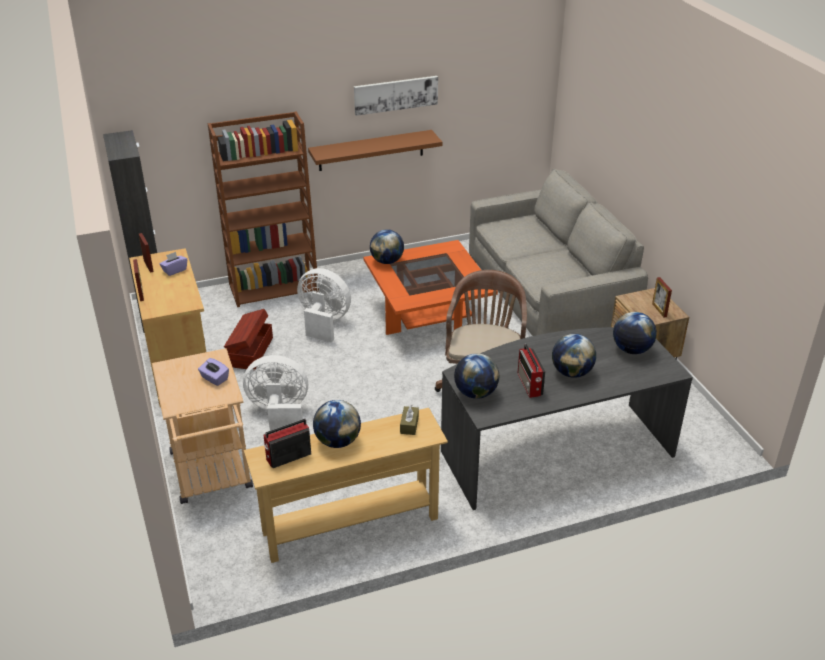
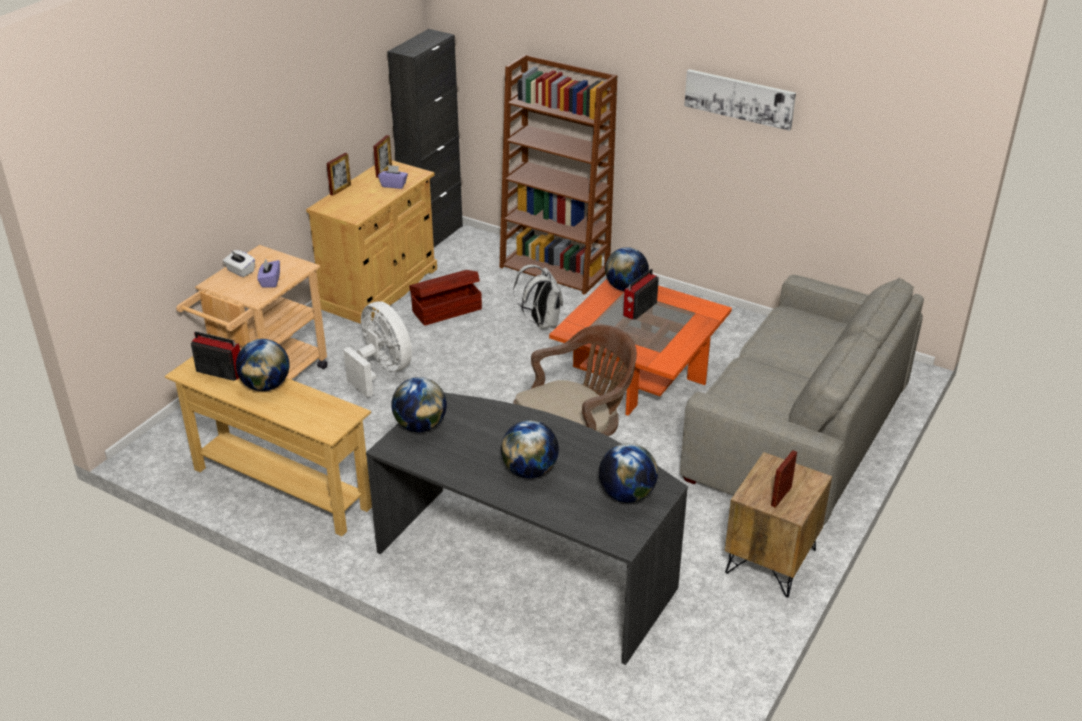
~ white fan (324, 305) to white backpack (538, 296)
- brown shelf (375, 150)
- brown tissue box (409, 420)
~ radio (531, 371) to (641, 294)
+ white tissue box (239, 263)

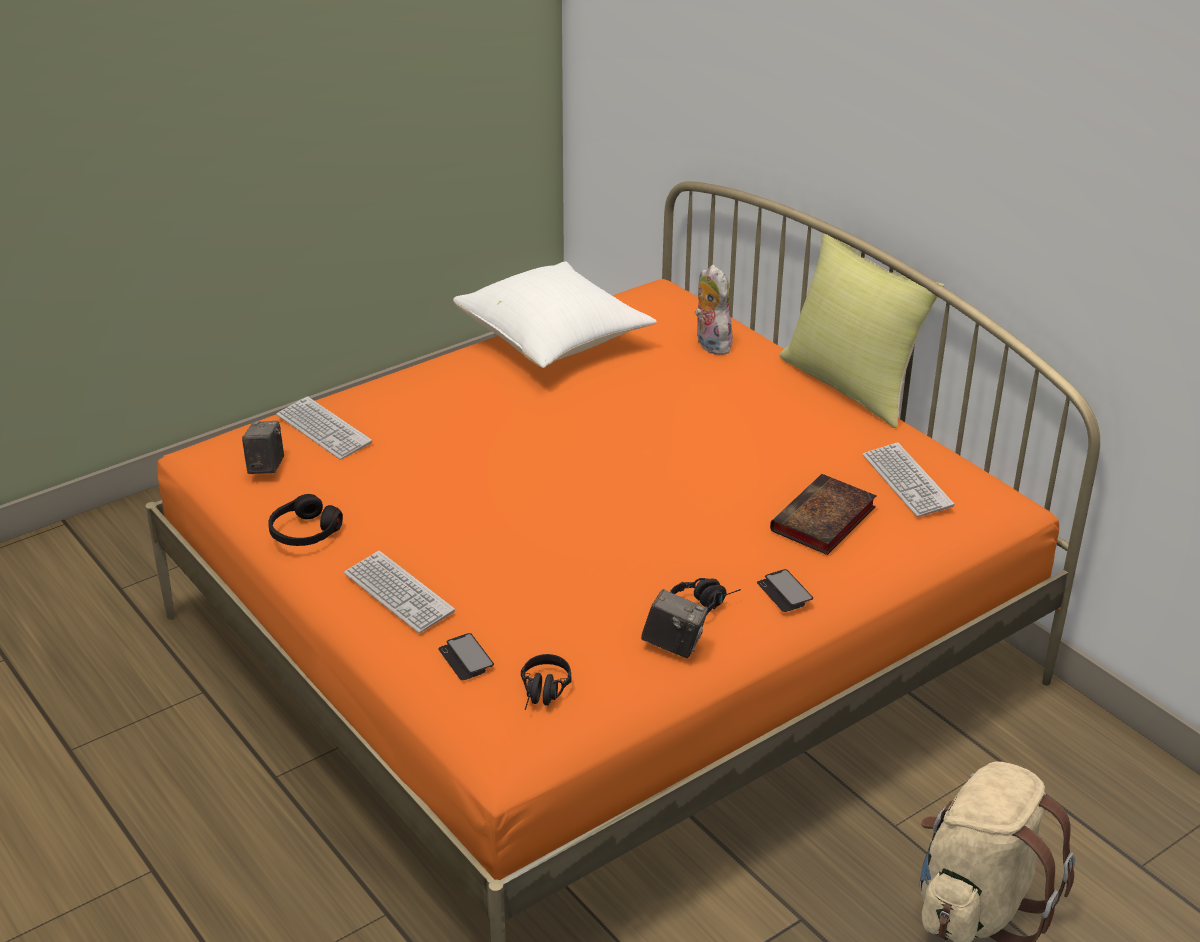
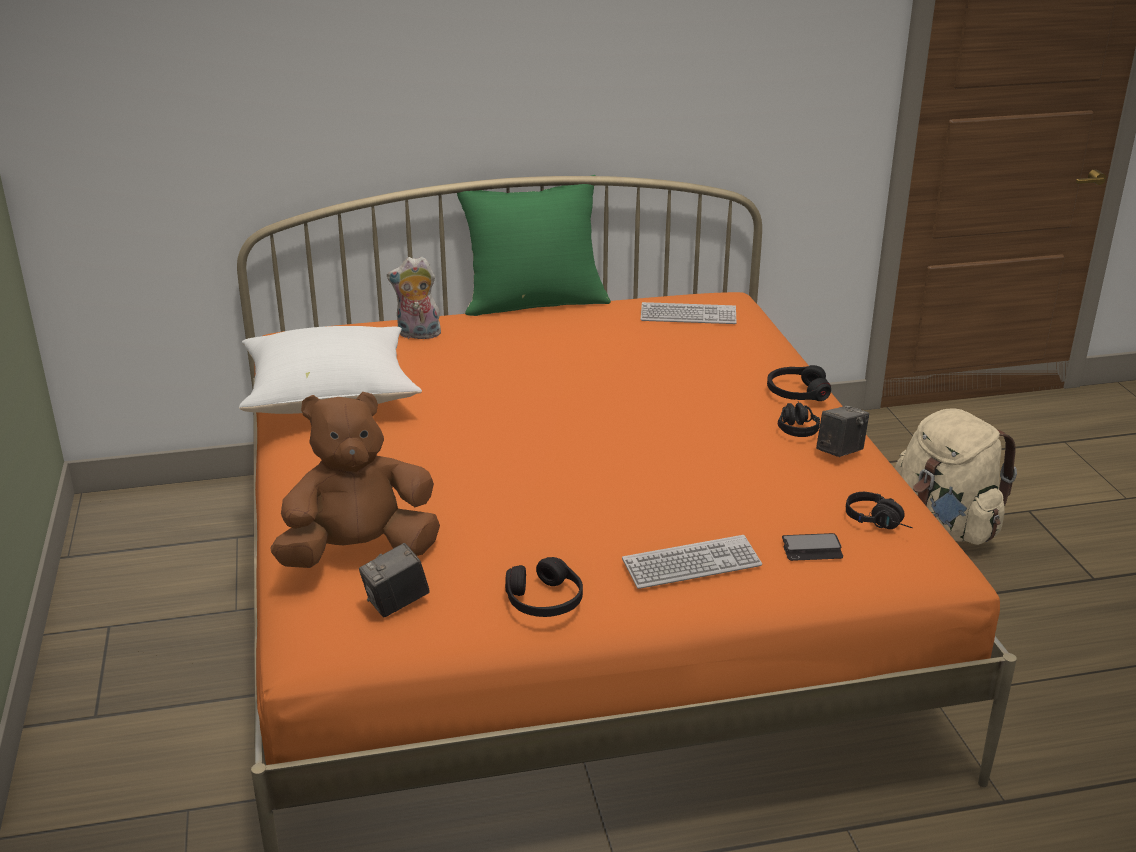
~ photo camera (263, 447) = (394, 580) 60 degrees counterclockwise
~ keyboard (324, 428) to brown plush toy (355, 480)
~ phone (785, 590) to black headphones (799, 383)
- book (823, 514)
~ yellow pillow (862, 330) to green pillow (534, 245)

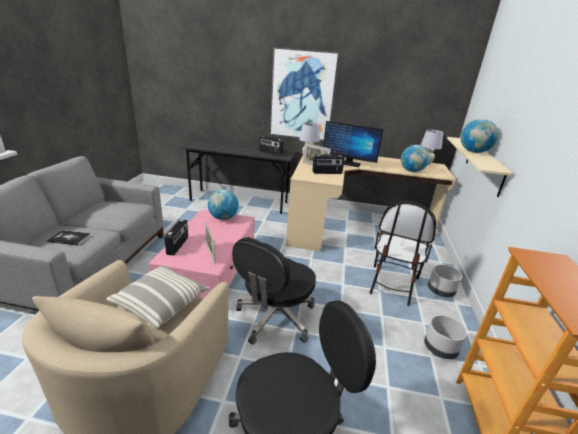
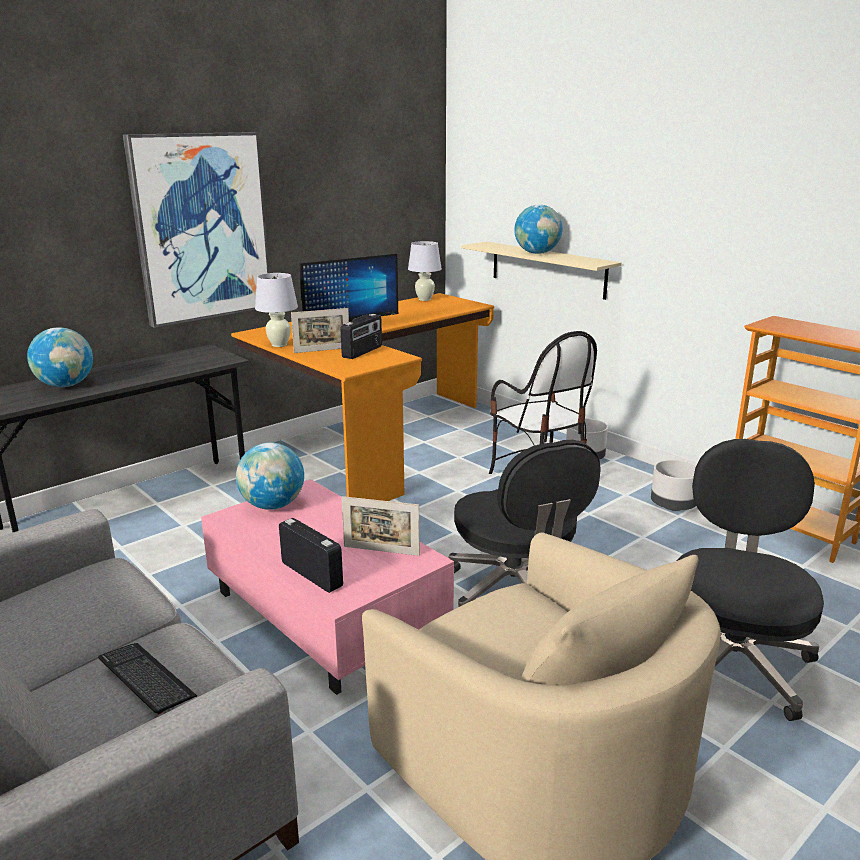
~ book (69, 238) to keyboard (147, 679)
- pillow (158, 296)
- radio (271, 146)
~ beige desk (371, 204) to orange desk (362, 397)
~ globe (415, 158) to (60, 357)

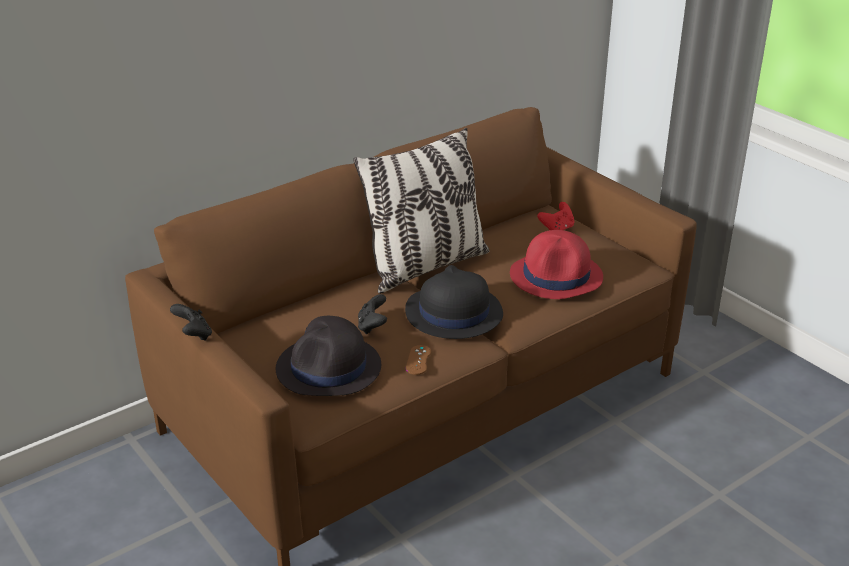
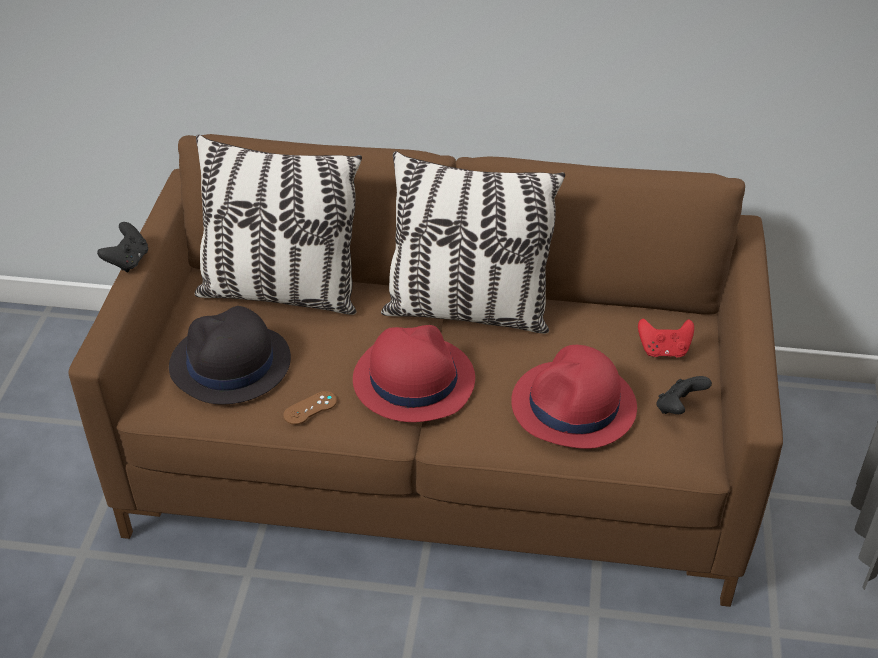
~ black game controller (372, 314) to (684, 395)
~ black hat (454, 302) to red hat (414, 373)
+ pillow (278, 225)

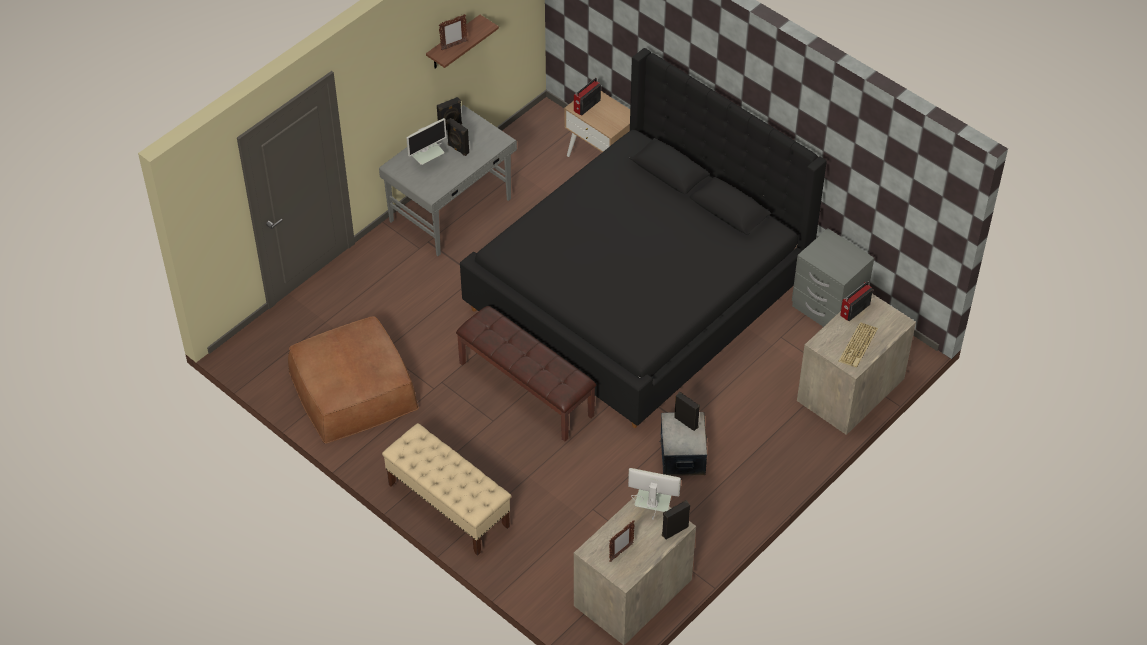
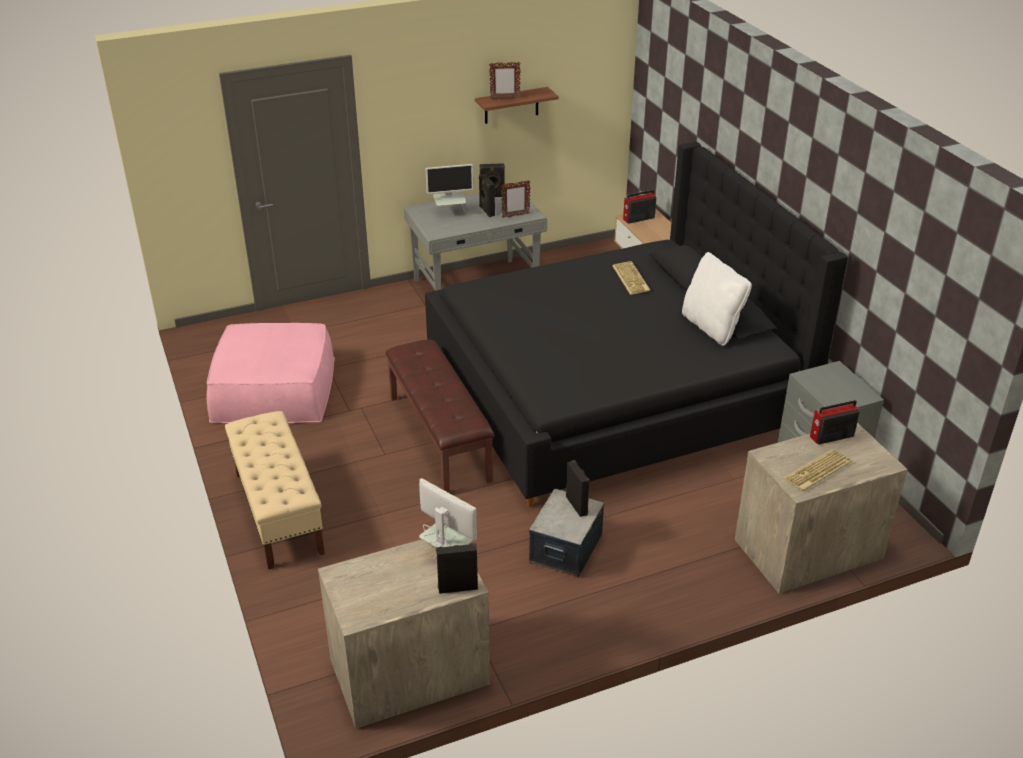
~ brown ottoman (353, 380) to pink ottoman (271, 373)
~ picture frame (622, 541) to (516, 199)
+ keyboard (631, 278)
+ white pillow (717, 299)

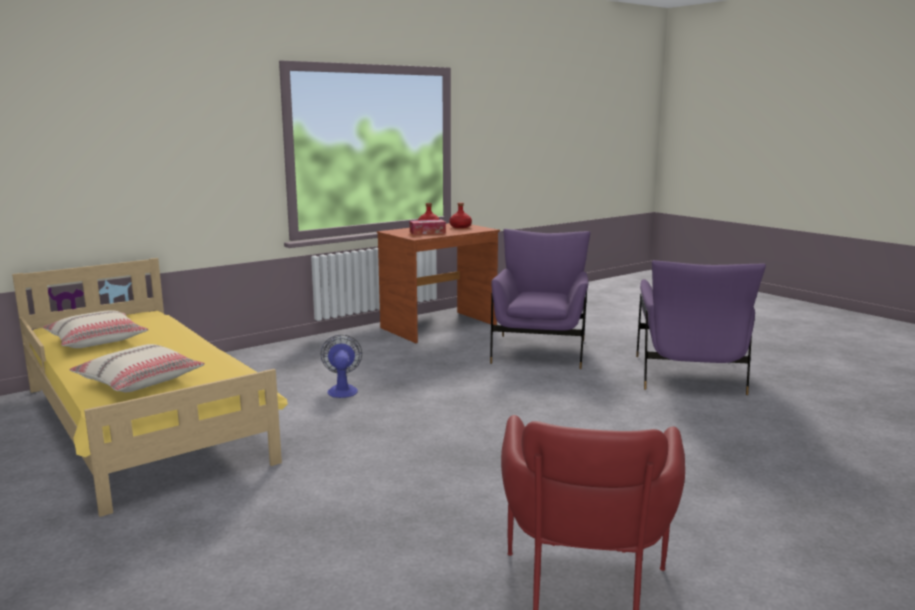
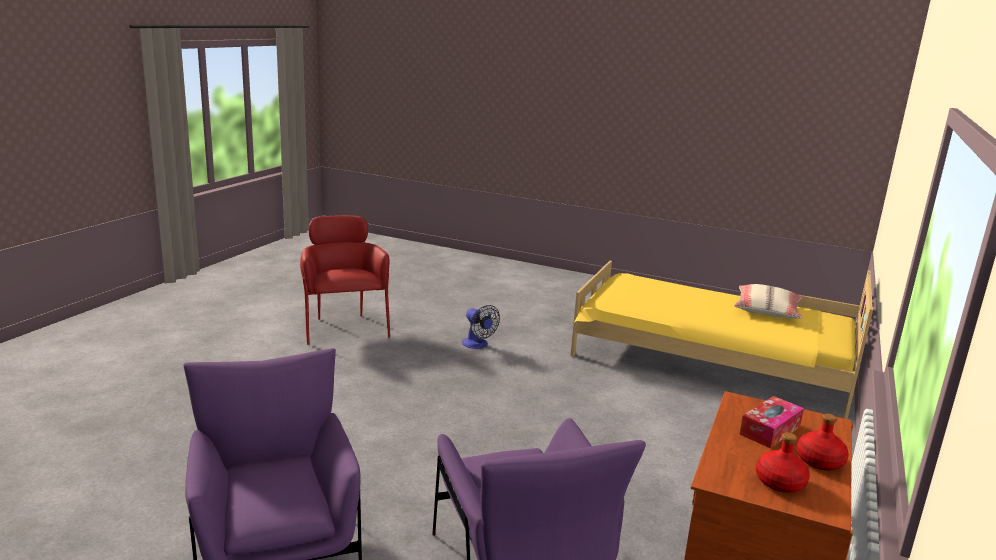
- beige pillow (137, 368)
~ fan (341, 366) to (481, 327)

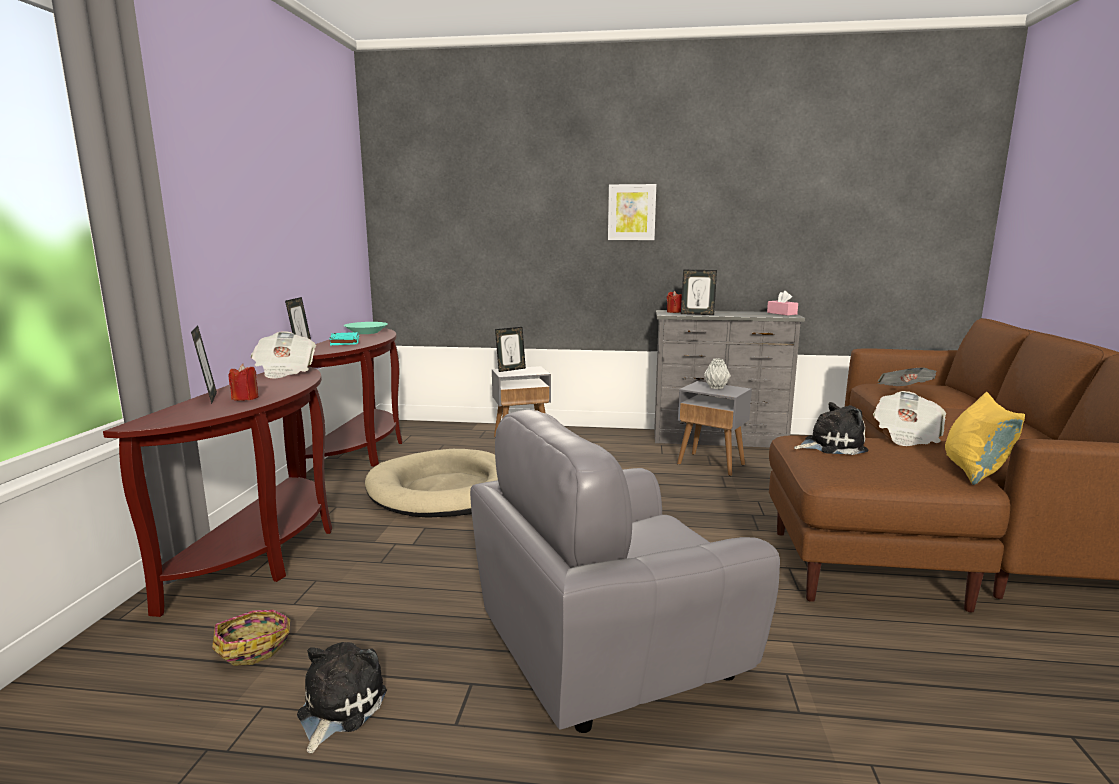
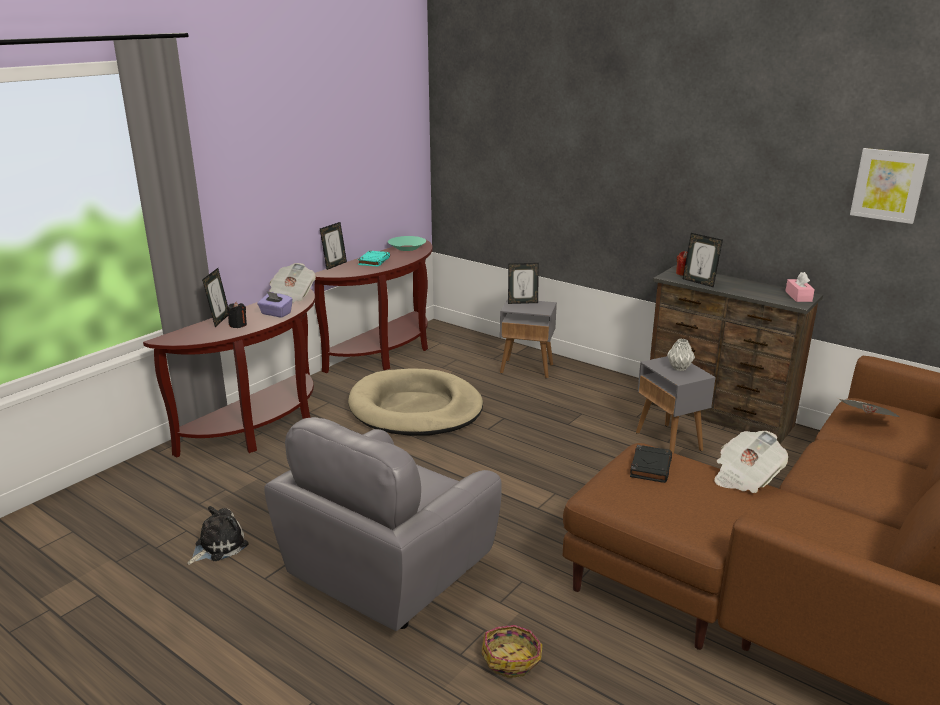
~ basket (251, 638) to (512, 651)
~ red candle (244, 382) to black candle (237, 315)
~ grey armchair (625, 571) = (383, 524) 60 degrees counterclockwise
~ picture (632, 212) to (889, 186)
~ grey dresser (729, 379) to brown dresser (736, 355)
~ plush toy (831, 428) to black book (651, 464)
- yellow pillow (985, 438)
+ purple tissue box (275, 304)

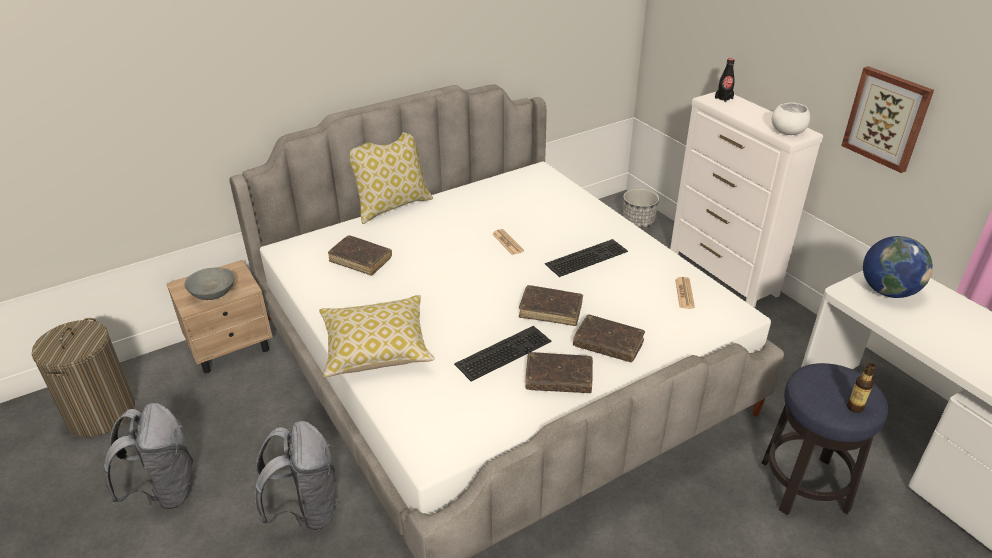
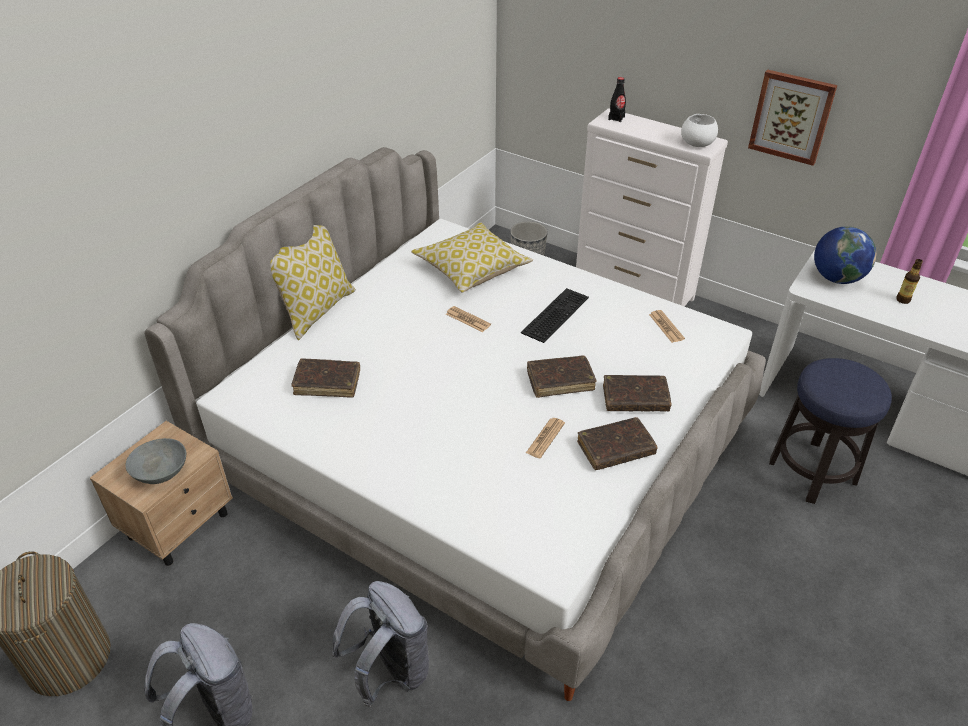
~ pillow (377, 336) to (472, 257)
~ keyboard (502, 353) to newspaper (545, 438)
~ bottle (861, 388) to (909, 281)

